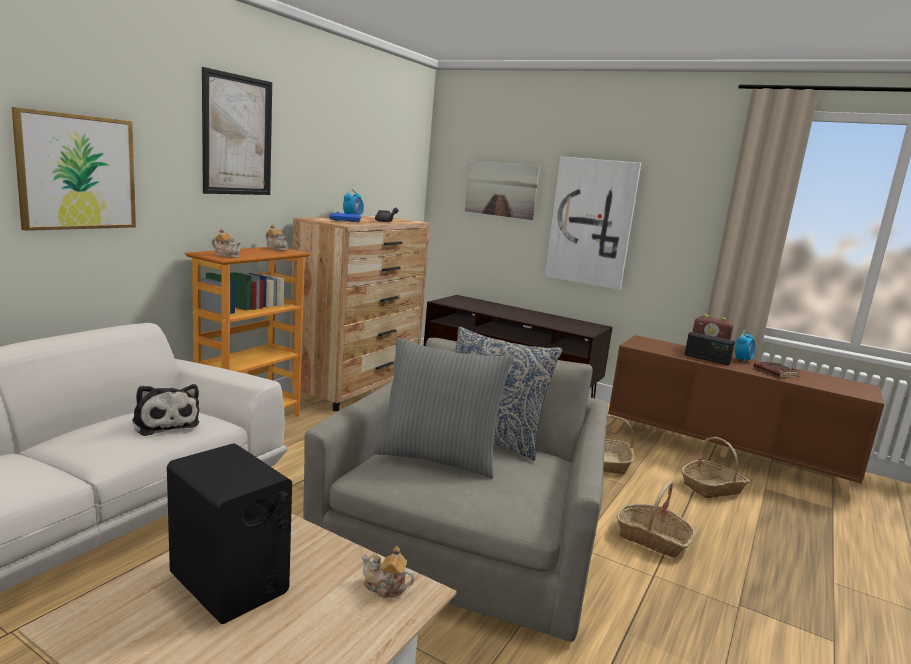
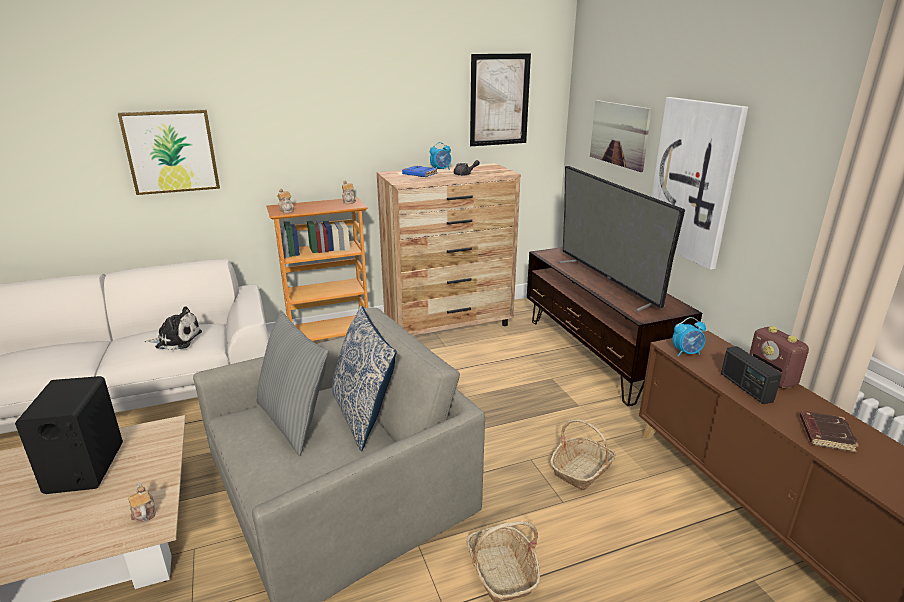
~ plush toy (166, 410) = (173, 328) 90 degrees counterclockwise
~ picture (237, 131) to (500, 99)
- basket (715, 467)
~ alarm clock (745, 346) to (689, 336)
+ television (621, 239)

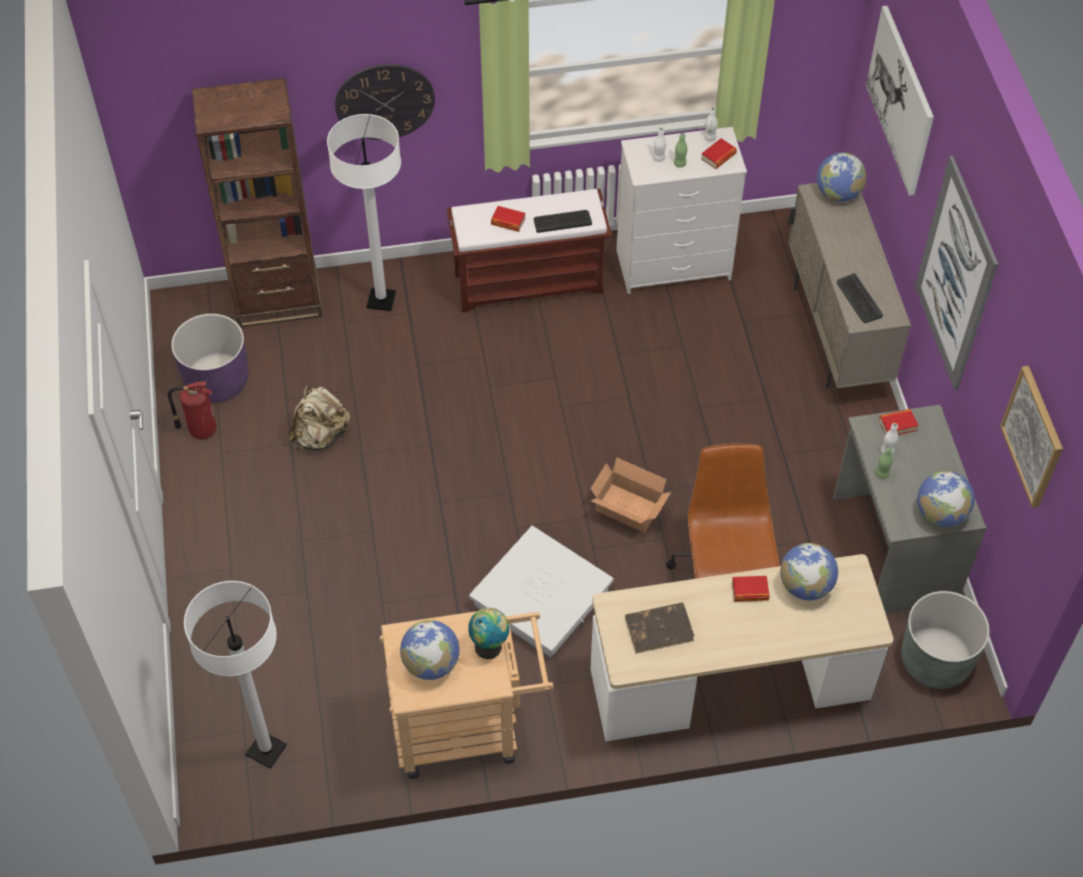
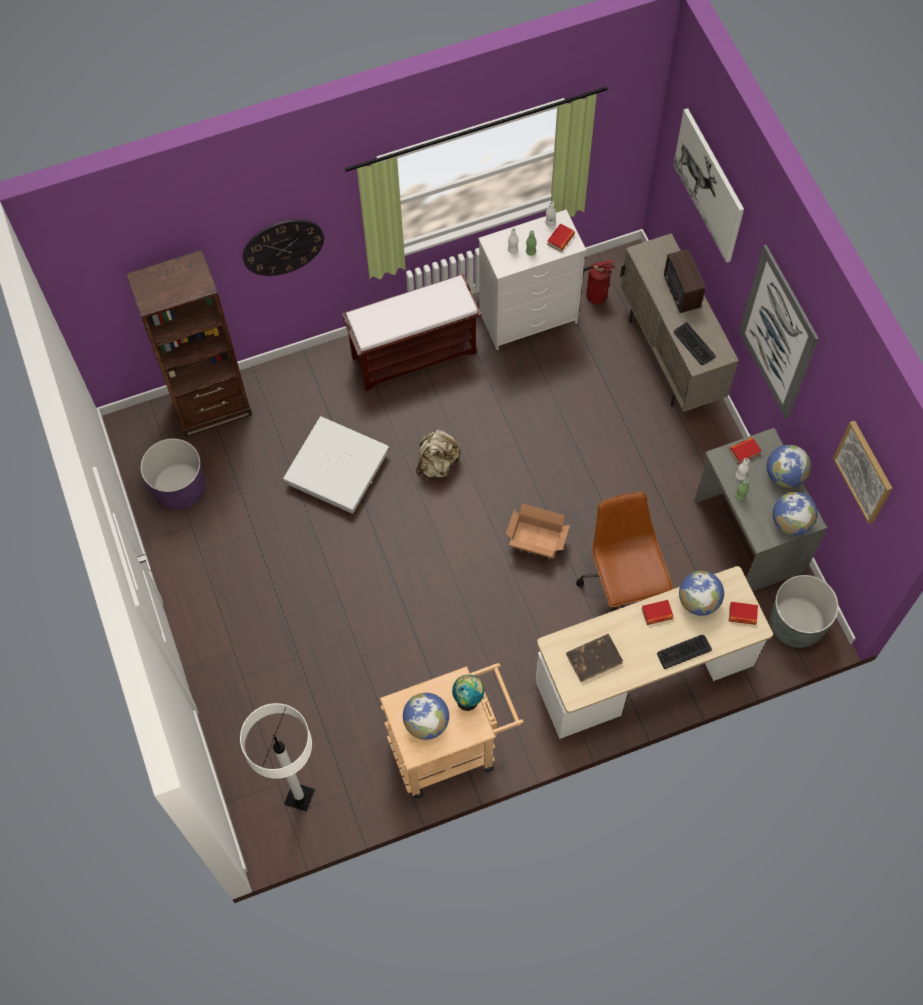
~ fire extinguisher (192, 410) to (599, 281)
~ beige backpack (319, 418) to (438, 455)
- white floor lamp (364, 212)
~ white storage box (541, 591) to (336, 465)
~ book (508, 219) to (743, 613)
~ keyboard (563, 221) to (684, 652)
~ globe (841, 177) to (789, 466)
+ radio (684, 281)

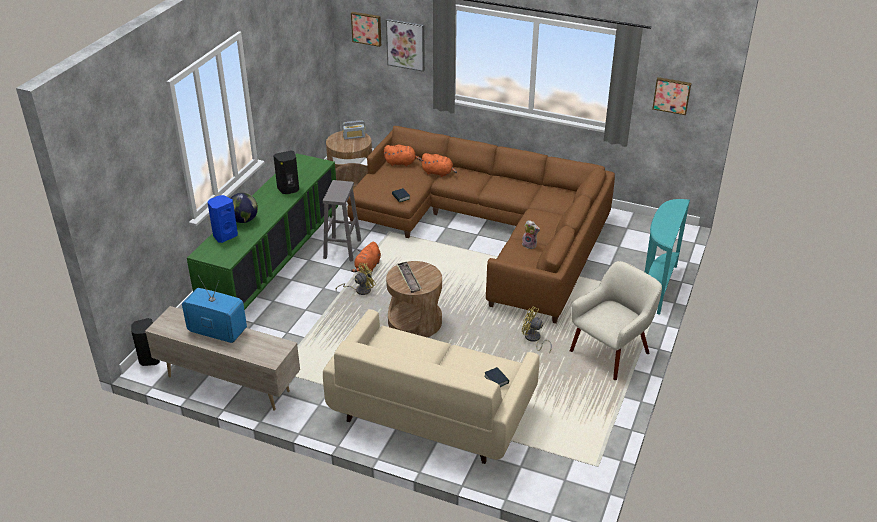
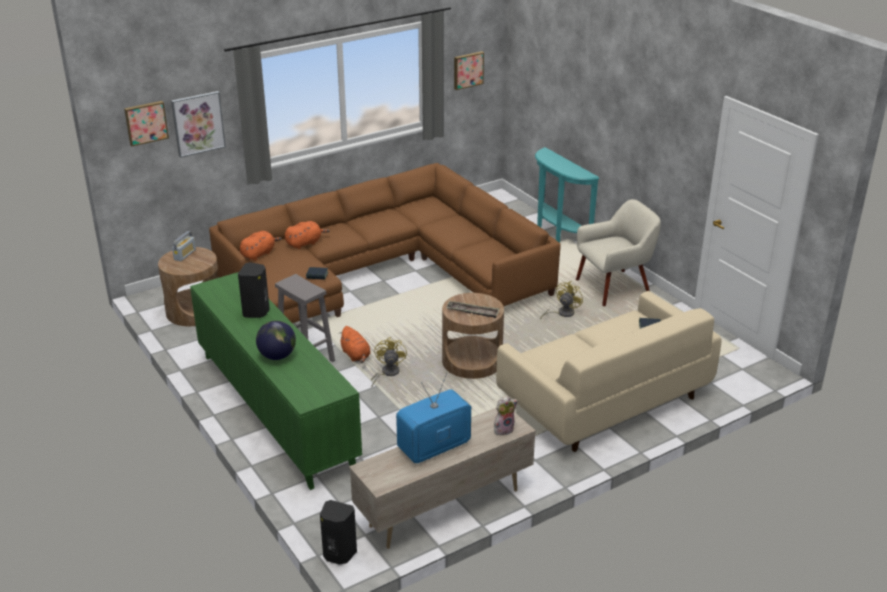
- blue speaker (222, 219)
~ plush toy (531, 234) to (506, 416)
~ yellow fan (537, 330) = (561, 300) 150 degrees clockwise
~ beige armchair (616, 320) = (618, 252) 75 degrees clockwise

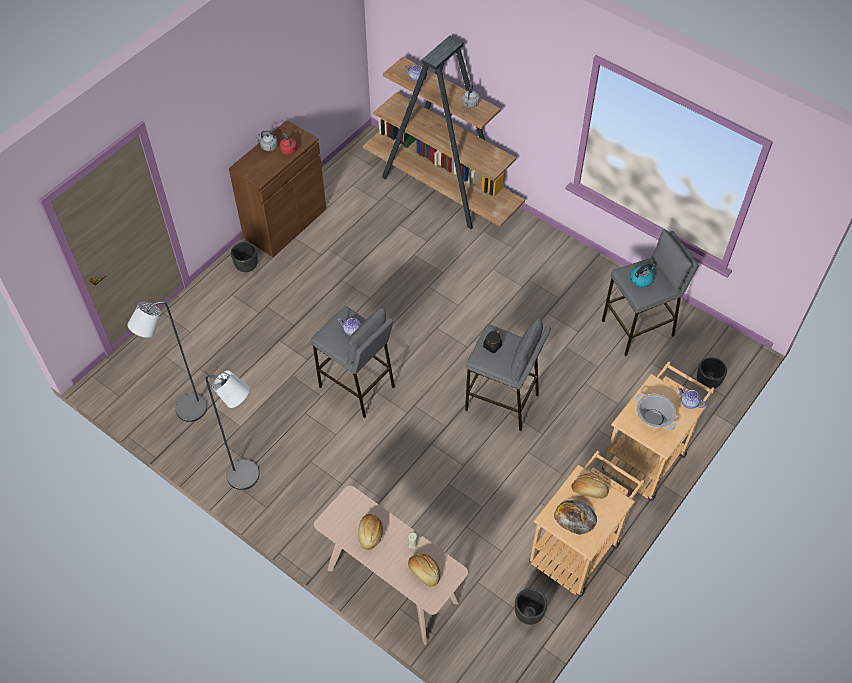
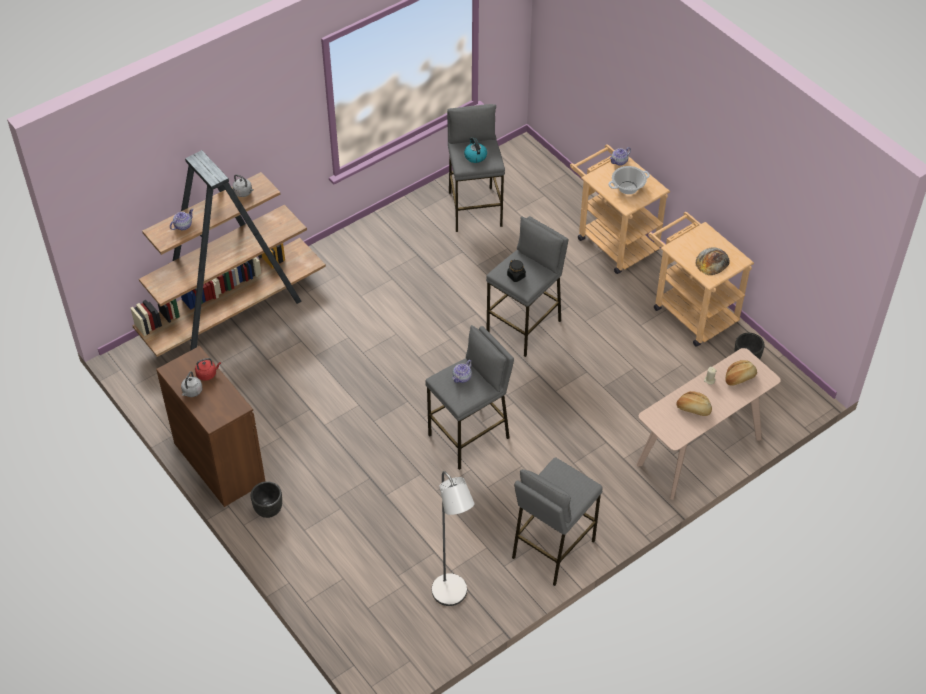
~ grey floor lamp (232, 430) to grey stool (557, 521)
- bread (590, 486)
- black planter (712, 373)

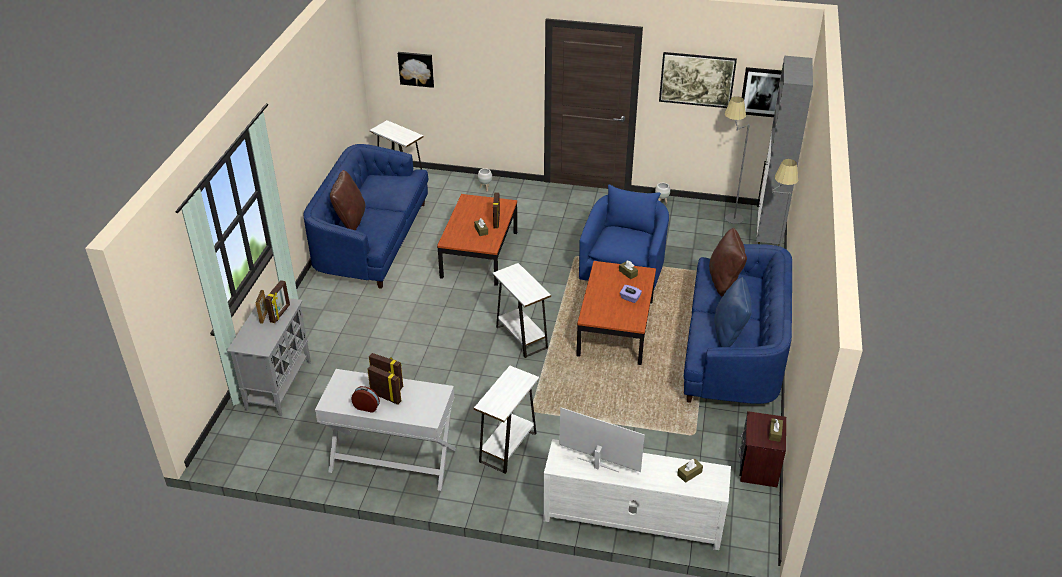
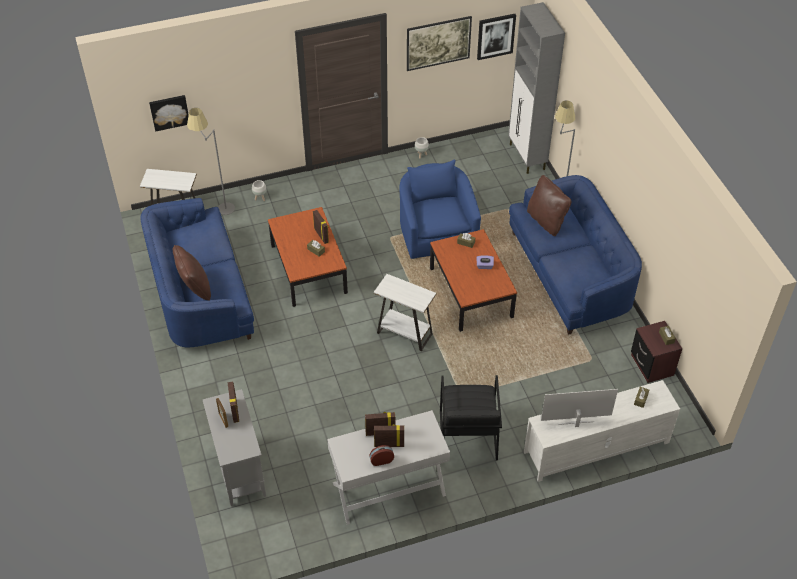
~ white side table (506, 420) to black armchair (471, 417)
- blue pillow (733, 312)
~ grey floor lamp (737, 160) to (211, 161)

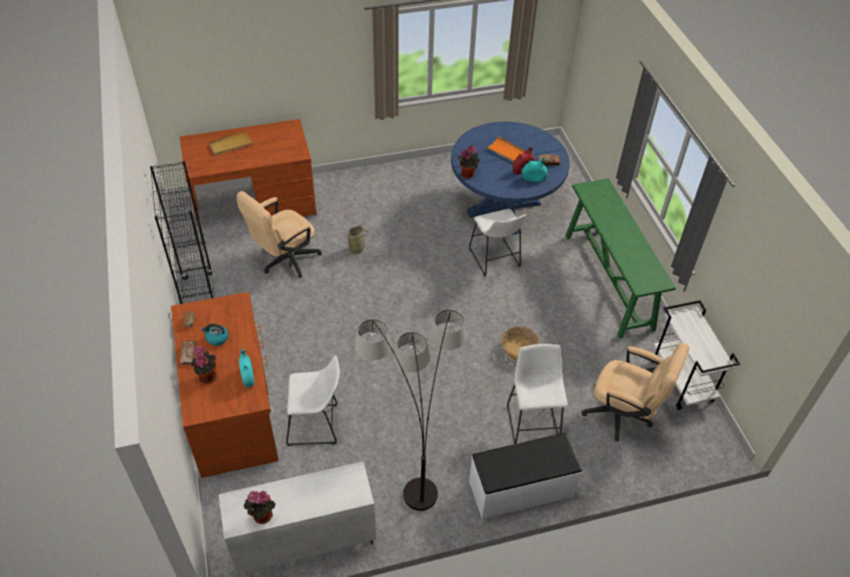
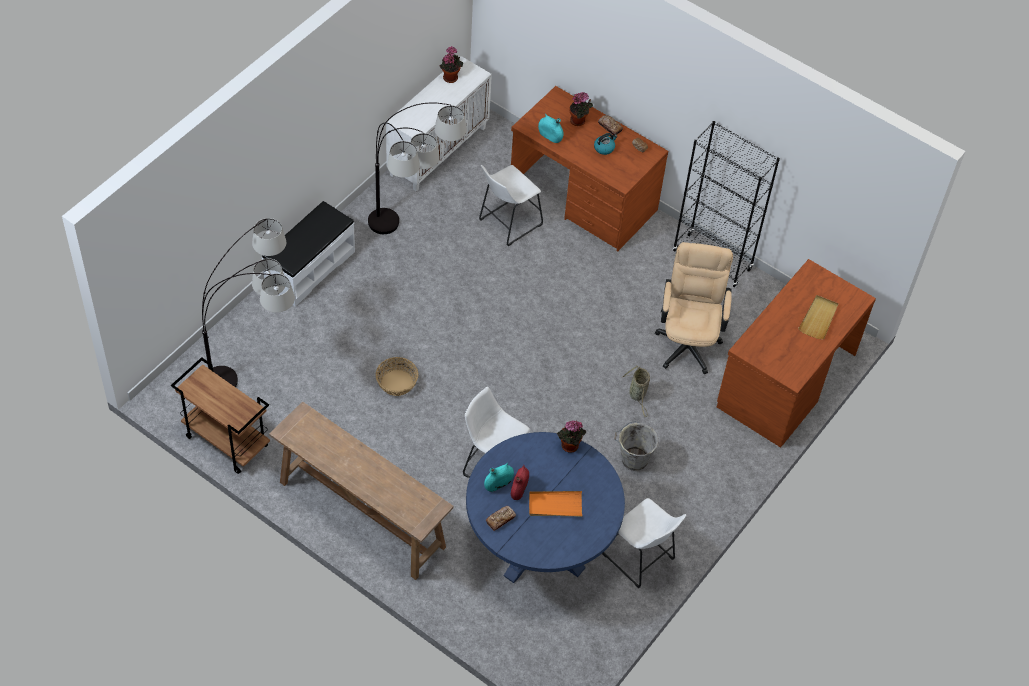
~ white stool (537, 394) to (644, 543)
~ green console table (620, 258) to brown console table (361, 490)
~ beige office chair (635, 392) to floor lamp (248, 302)
~ white cart (696, 355) to brown cart (220, 415)
+ grey bucket (636, 446)

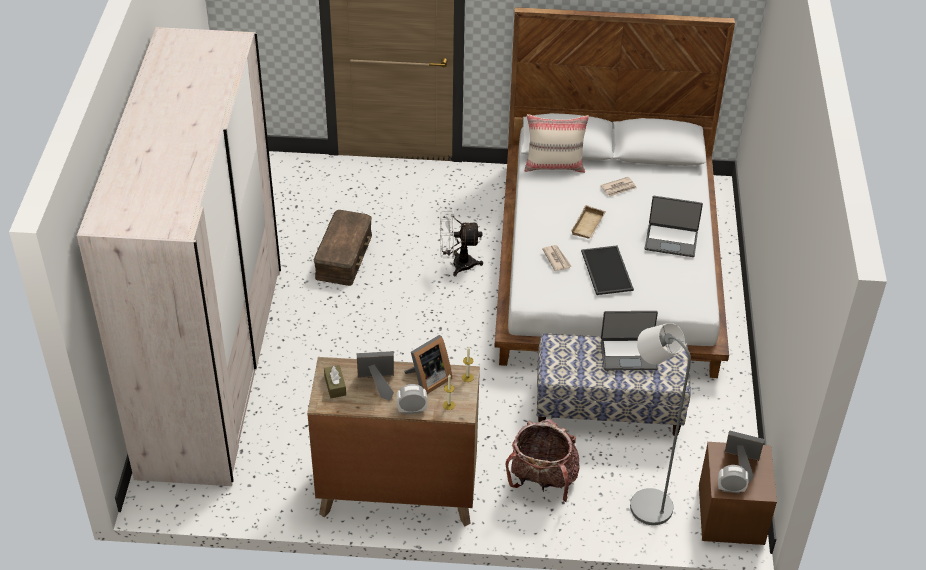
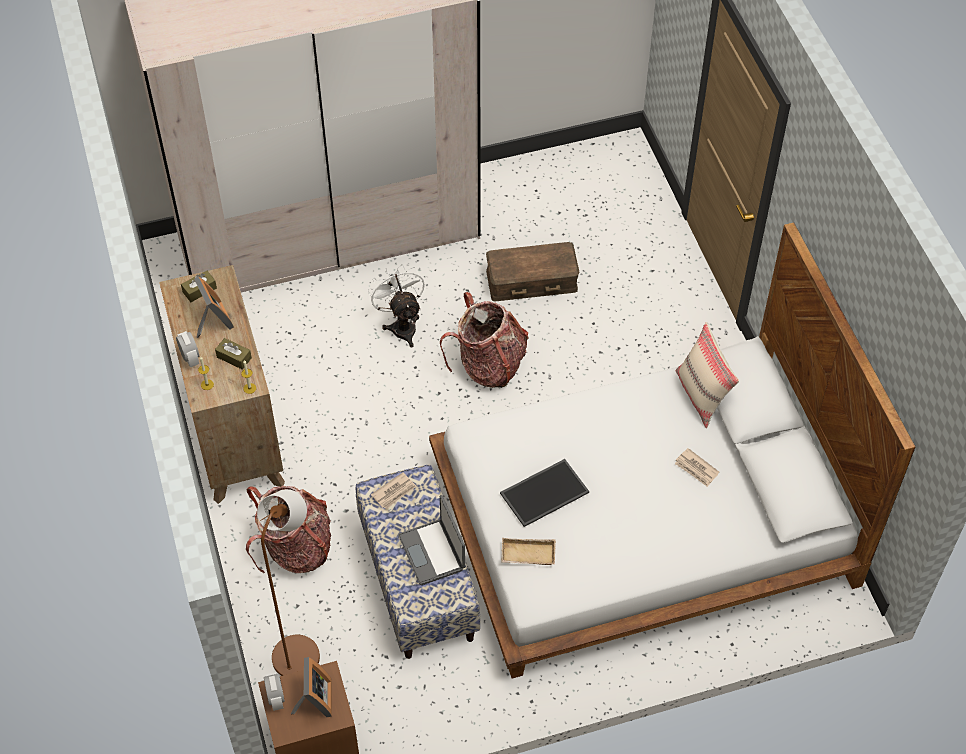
~ picture frame (428, 364) to brown tissue box (233, 354)
~ white fan (461, 242) to (396, 305)
~ newspaper (557, 258) to (394, 490)
~ beige tray (588, 222) to (528, 551)
~ grey floor lamp (660, 424) to brown floor lamp (288, 582)
- laptop (674, 226)
+ backpack (484, 340)

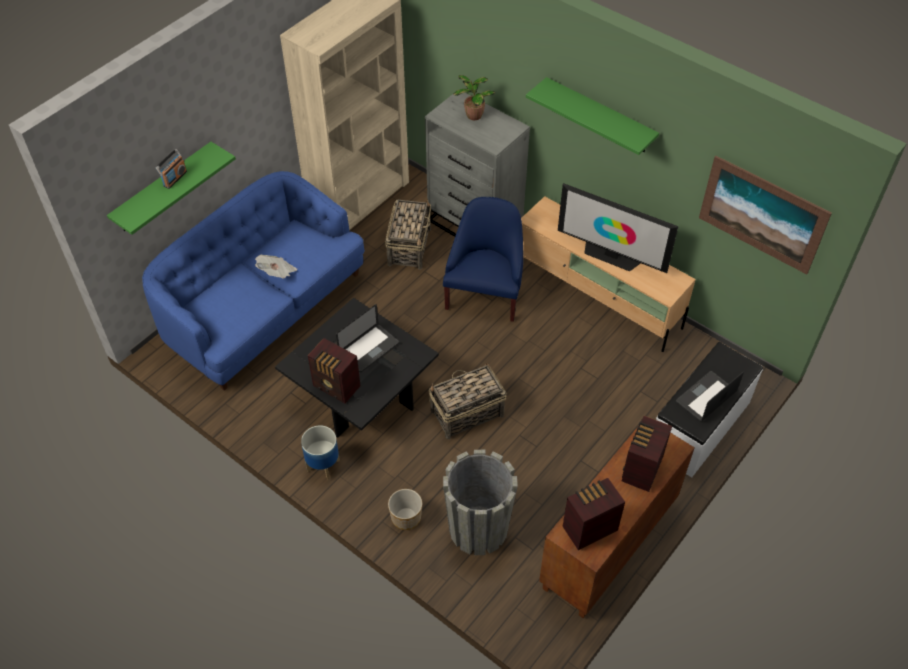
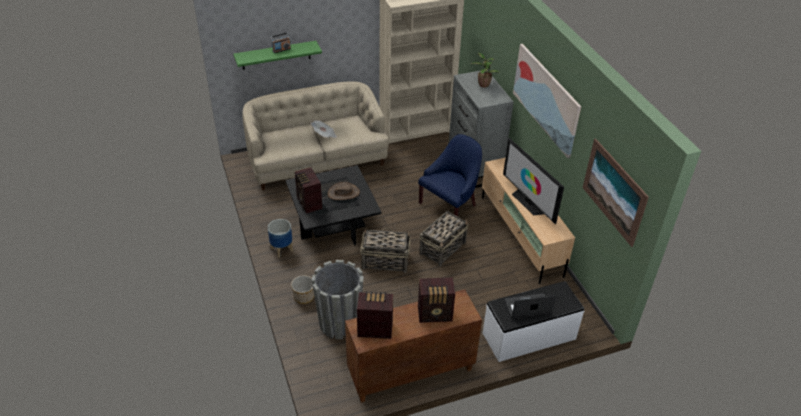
~ blue sofa (253, 281) to beige sofa (315, 135)
~ laptop (367, 338) to brown hat (343, 191)
~ basket (408, 234) to (444, 238)
~ green shelf (592, 116) to picture (547, 101)
~ radio (647, 454) = (436, 300) 150 degrees counterclockwise

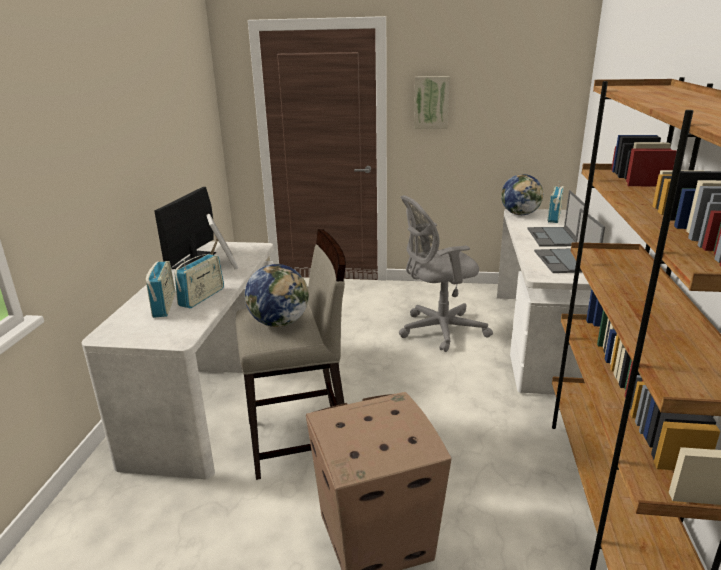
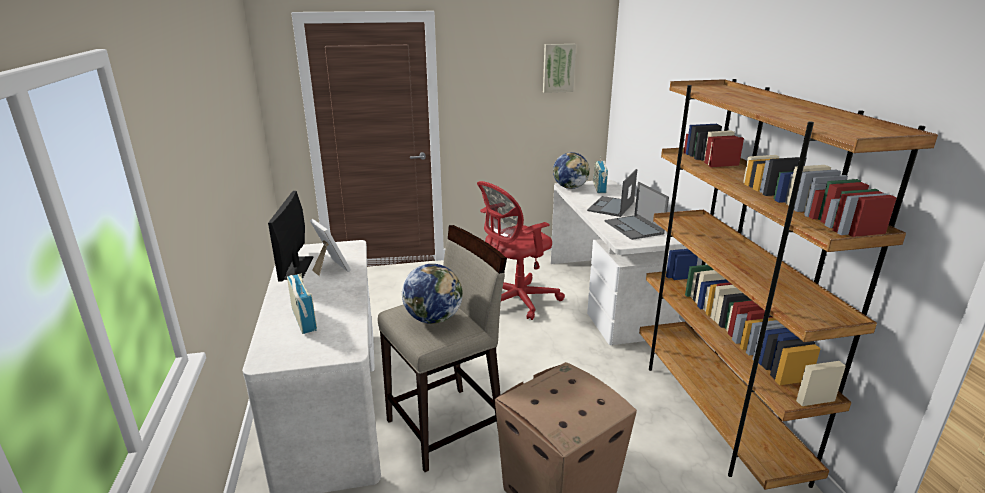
- radio (199, 281)
~ grey office chair (446, 273) to red office chair (521, 250)
~ picture (432, 102) to (559, 68)
~ laptop (556, 218) = (612, 193) 45 degrees clockwise

